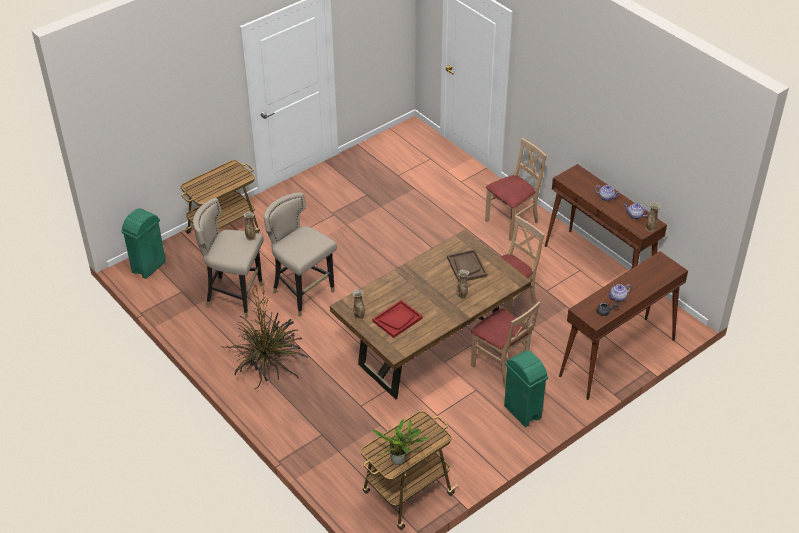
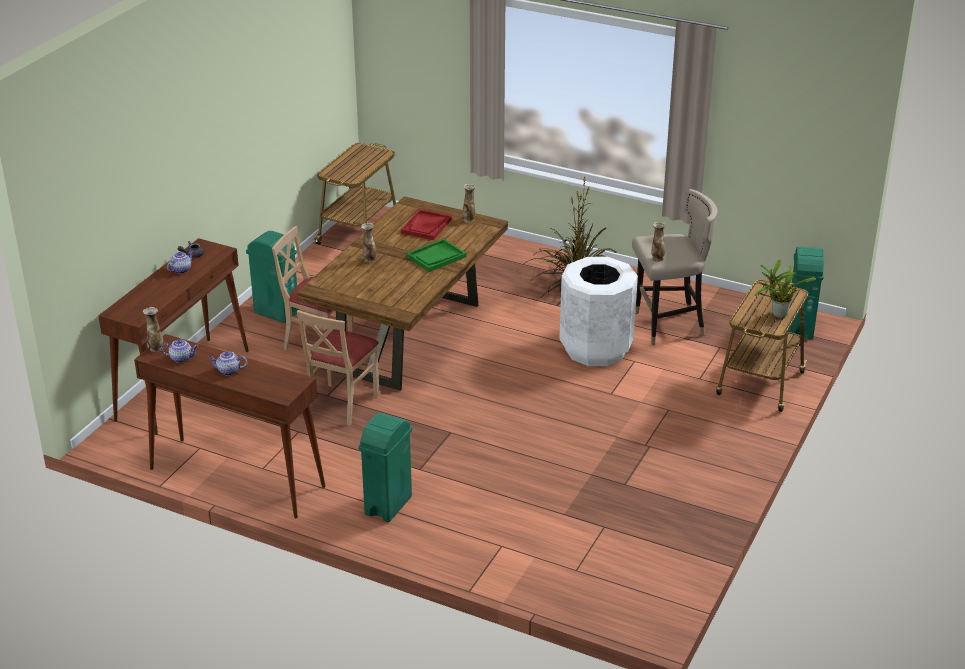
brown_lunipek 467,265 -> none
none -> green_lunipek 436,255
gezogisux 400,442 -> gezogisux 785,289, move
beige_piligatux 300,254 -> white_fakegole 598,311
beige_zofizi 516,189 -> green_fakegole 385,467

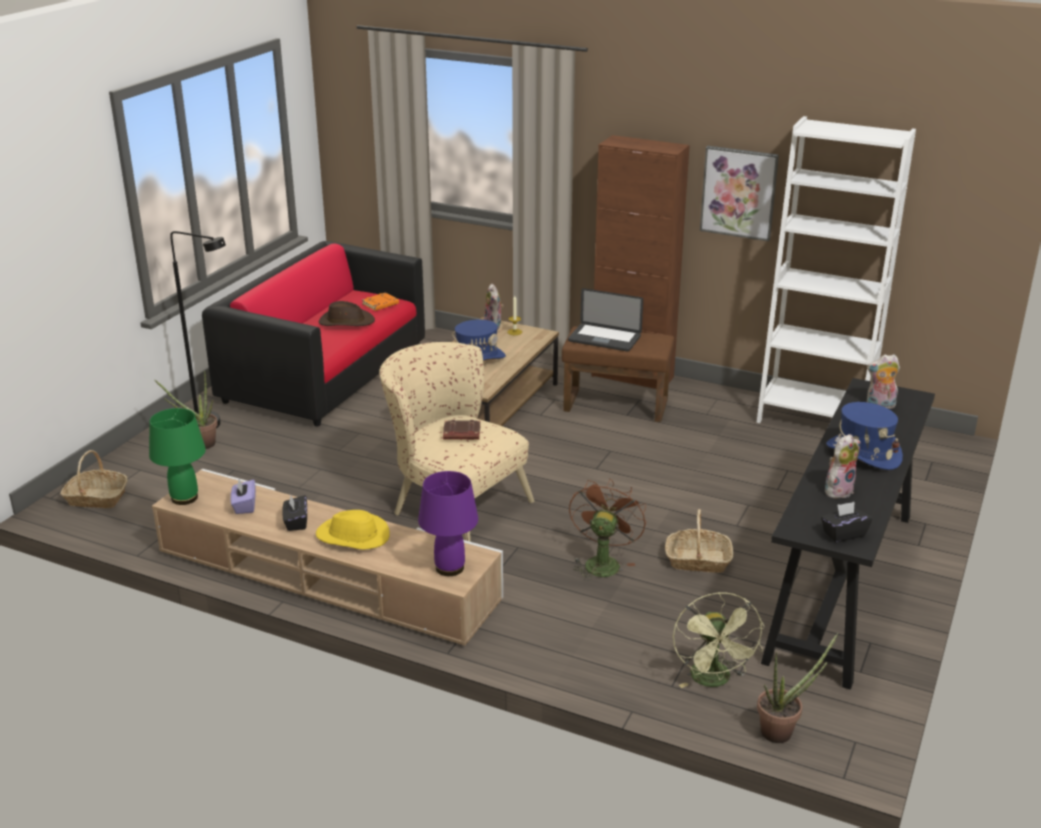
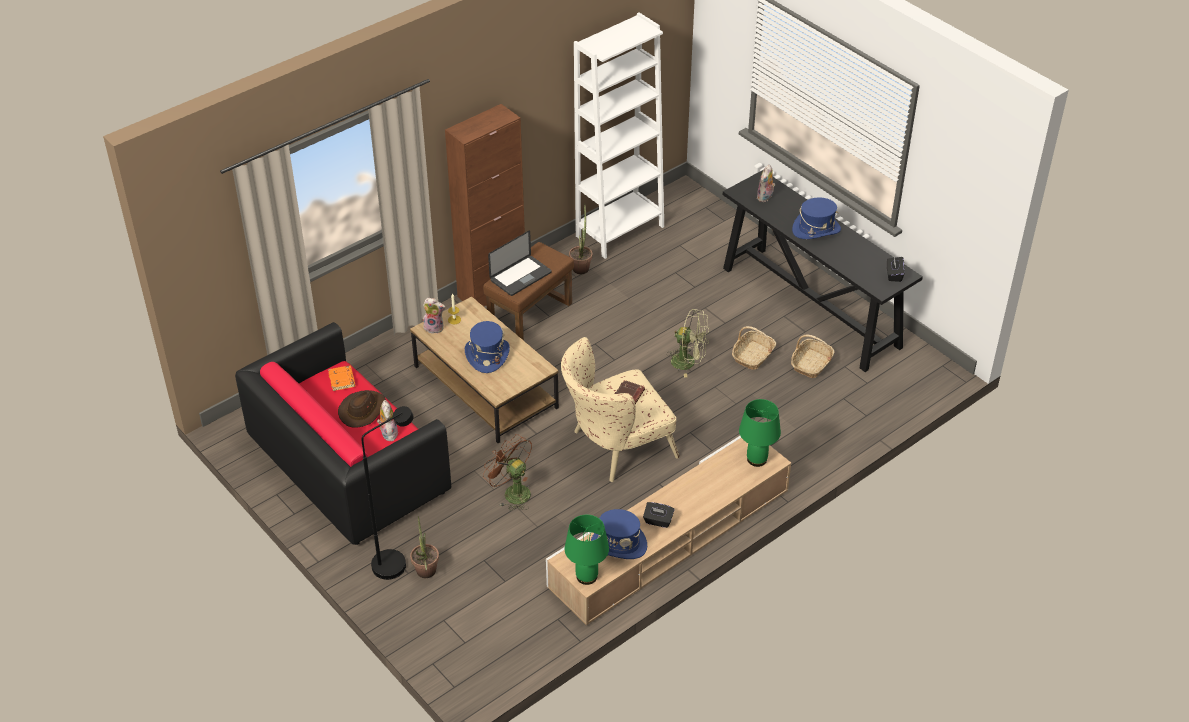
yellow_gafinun 353,530 -> none
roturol 739,194 -> none
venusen 93,479 -> venusen 813,356, move
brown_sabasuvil 607,529 -> brown_sabasuvil 507,472, move
green_sabasuvil 718,640 -> green_sabasuvil 687,343, move
gezogisux 797,688 -> gezogisux 581,238, move
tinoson 843,466 -> tinoson 387,420, move
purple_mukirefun 243,496 -> blue_gafinun 619,534
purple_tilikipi 448,523 -> green_tilikipi 760,433

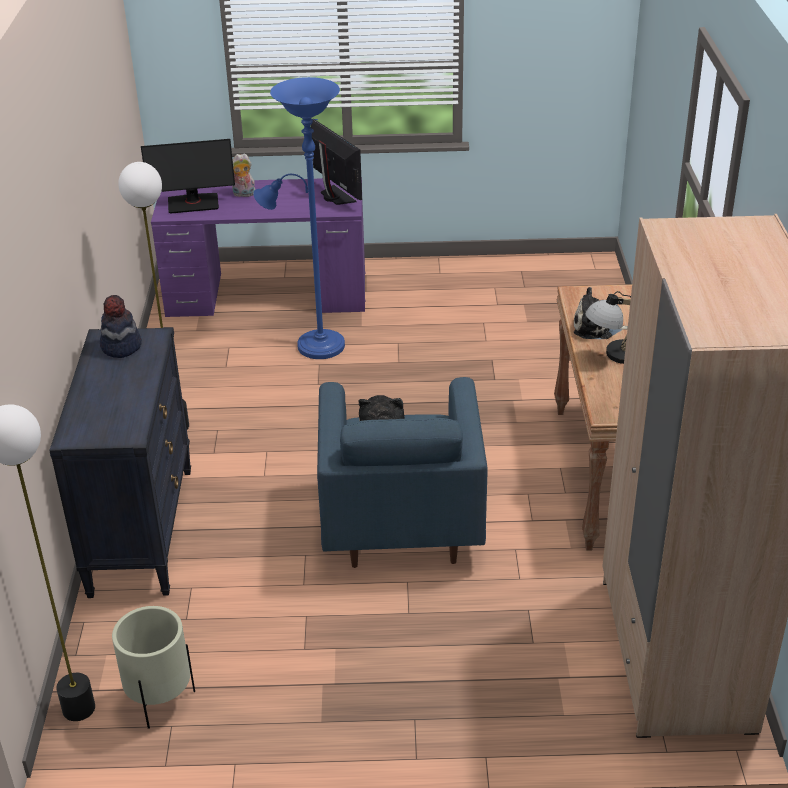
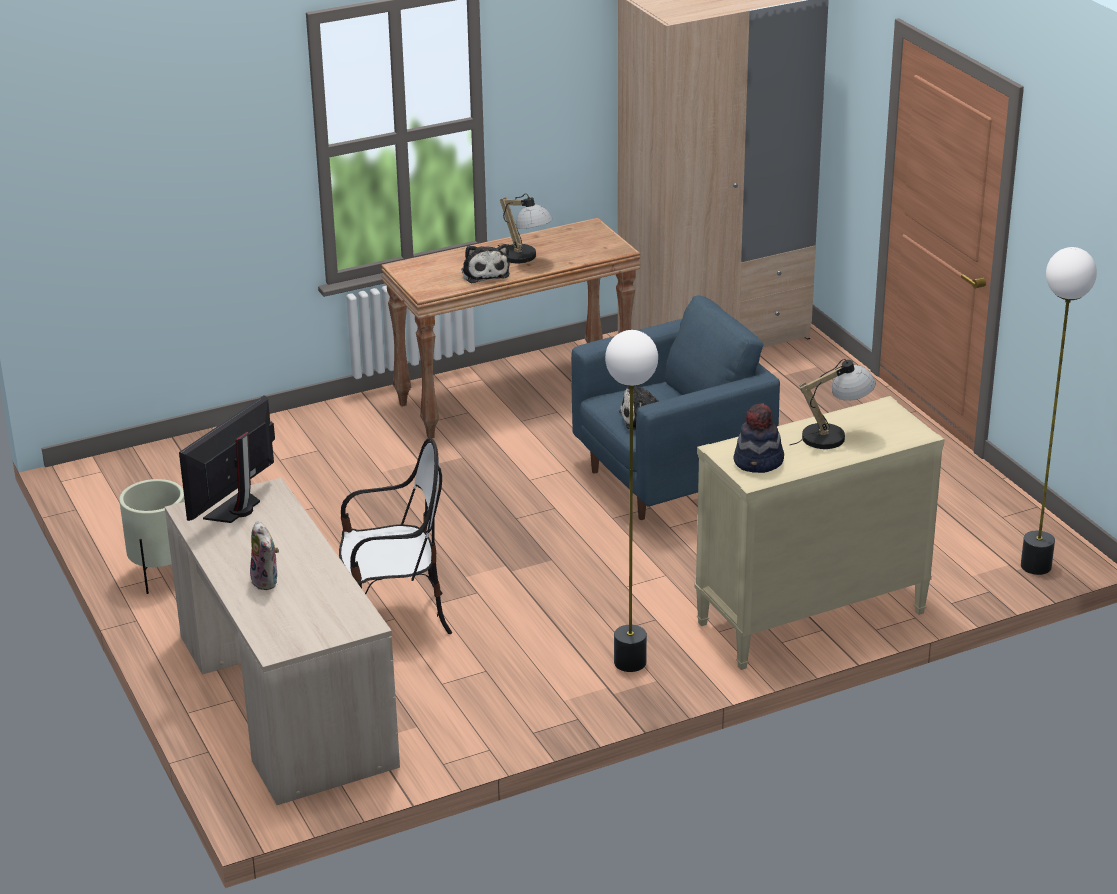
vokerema 188,176 -> none
none -> tilikipi 832,404
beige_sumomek 153,667 -> beige_sumomek 152,536, move
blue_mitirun 299,218 -> zofizi 395,536
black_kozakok 120,462 -> beige_kozakok 819,533
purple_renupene 258,247 -> beige_renupene 282,641

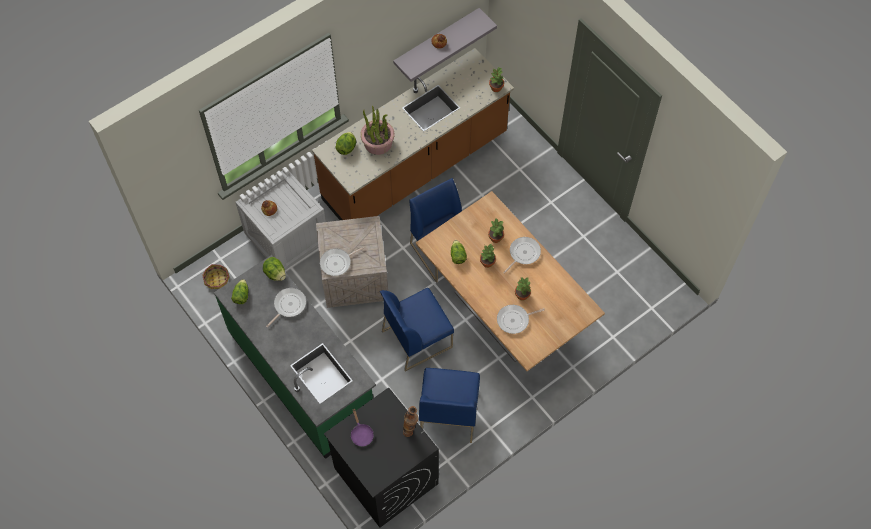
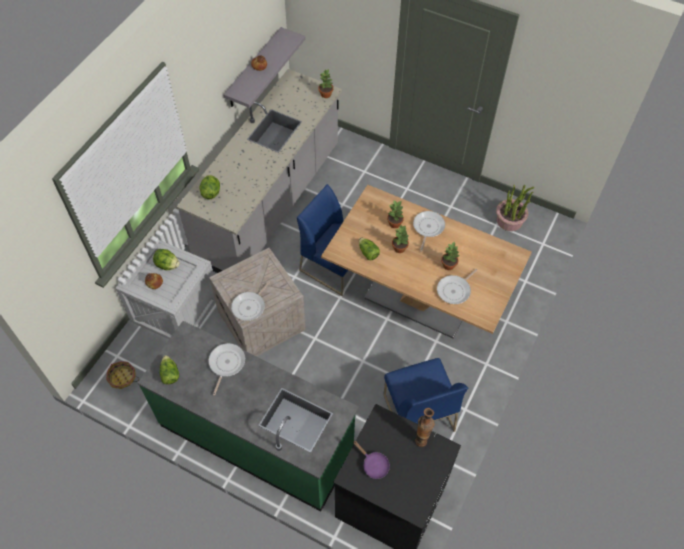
blue_zofizi 417,330 -> none
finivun 274,269 -> finivun 166,259, move
gezogisux 377,130 -> gezogisux 515,207, move
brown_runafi 413,134 -> grey_runafi 259,171

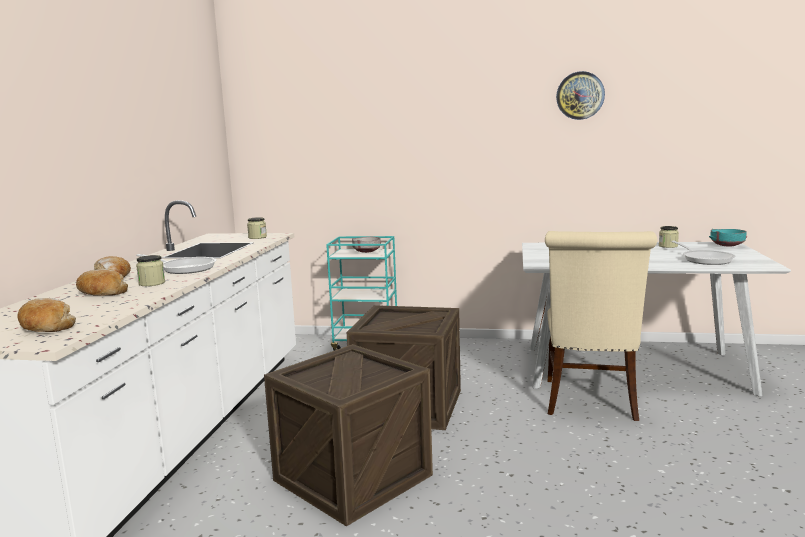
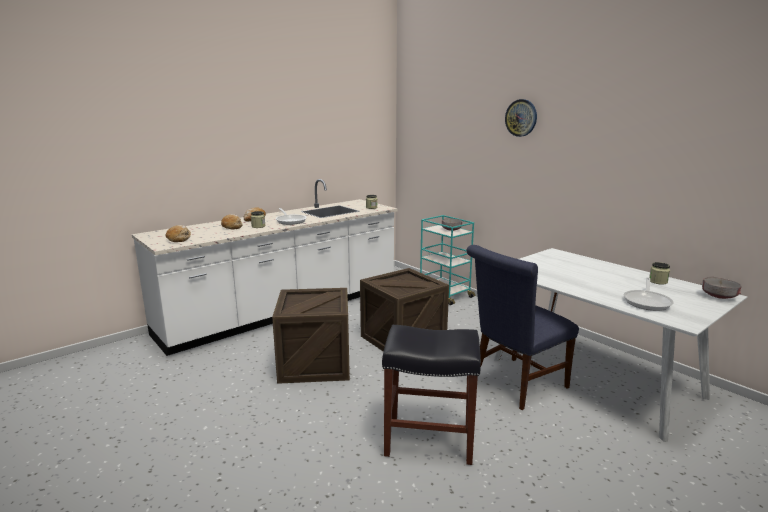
none -> black_piligatux 431,395
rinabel 580,95 -> rinabel 521,118, move
beige_zofizi 601,326 -> blue_zofizi 523,327
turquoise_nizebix 728,237 -> grey_nizebix 721,287

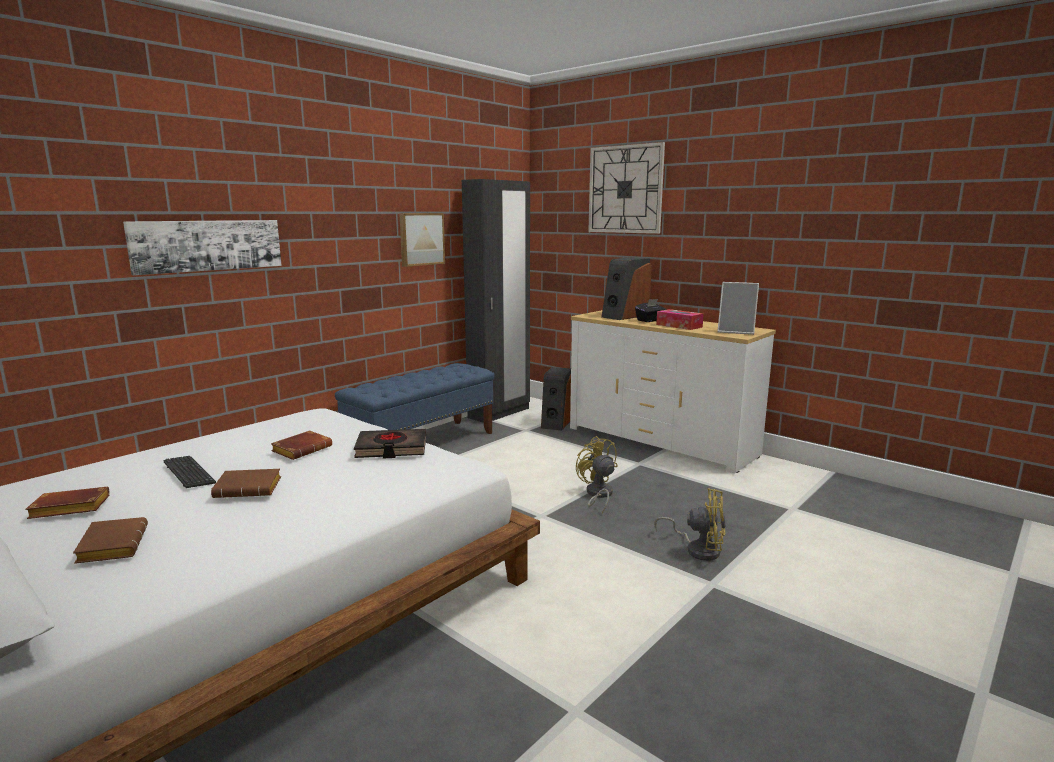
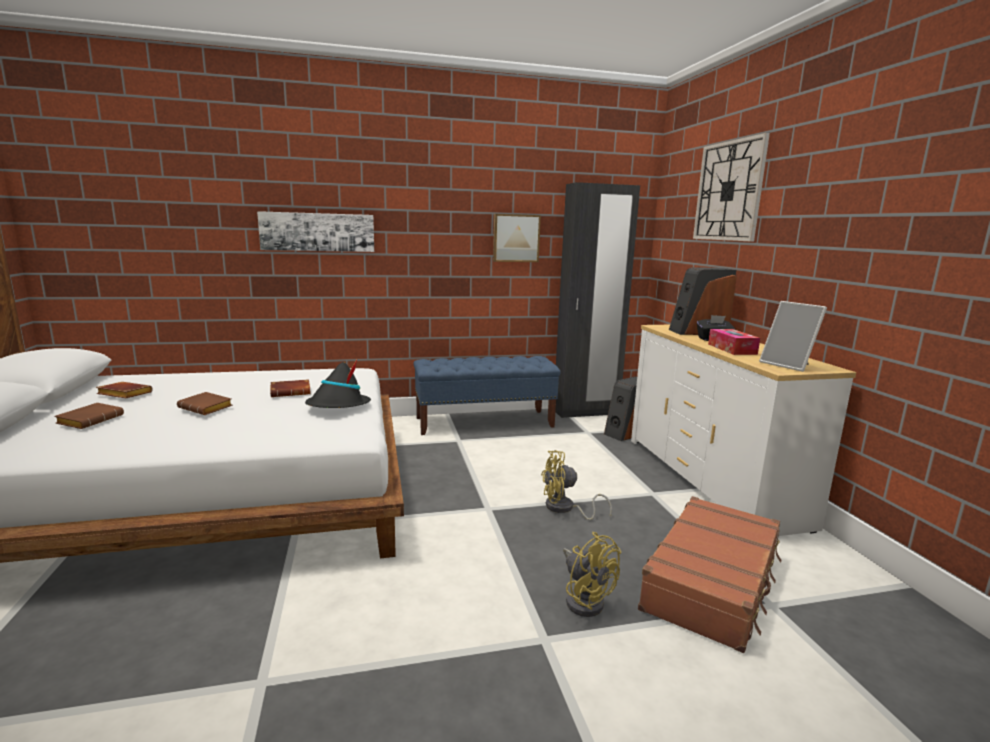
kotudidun 189,472 -> none
none -> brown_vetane 709,574
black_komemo 390,443 -> black_gafinun 338,384
yellow_sabasuvil 597,475 -> yellow_sabasuvil 576,485, 105 degrees counterclockwise

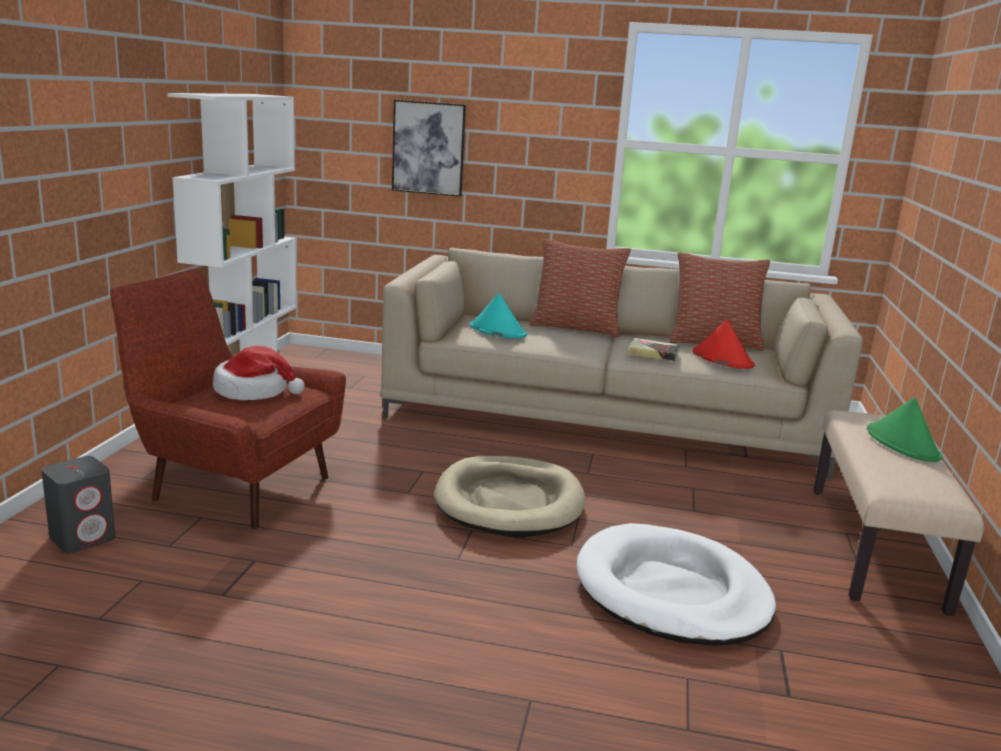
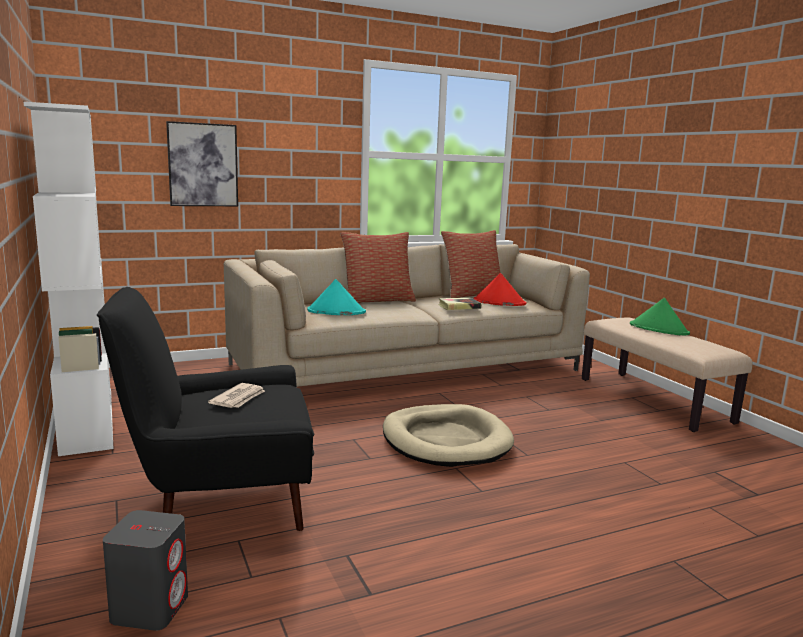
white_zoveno 676,584 -> none
gafinun 259,373 -> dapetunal 236,395
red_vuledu 228,399 -> black_vuledu 205,409

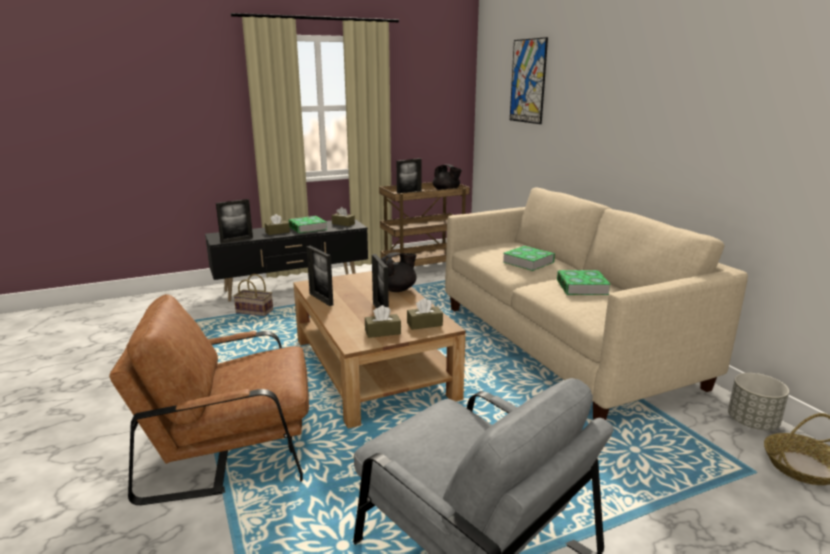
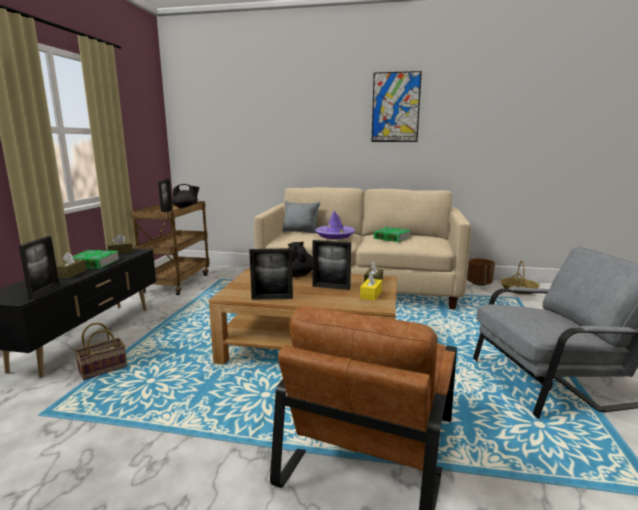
none -> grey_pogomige 301,217
roturol 529,80 -> roturol 397,106, move
komemo 529,258 -> purple_gafinun 335,225
brown_mukirefun 383,321 -> yellow_mukirefun 371,286
grey_sumomek 758,401 -> brown_sumomek 481,272

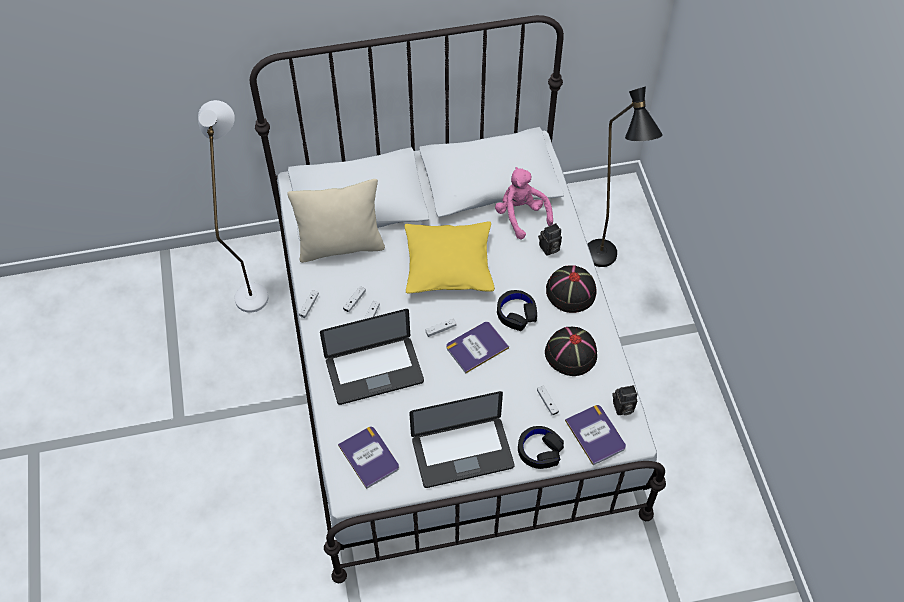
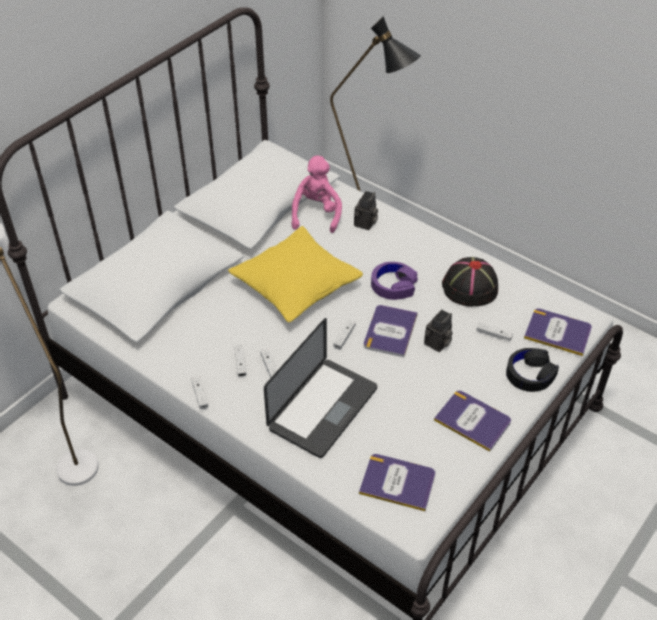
beige_pogomige 336,221 -> none
black_gafinun 571,289 -> none
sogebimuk 625,400 -> sogebimuk 438,330, move
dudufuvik 462,439 -> komemo 472,421
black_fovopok 517,310 -> purple_fovopok 394,281
pink_tinoson 524,203 -> pink_tinoson 317,194, 75 degrees clockwise

